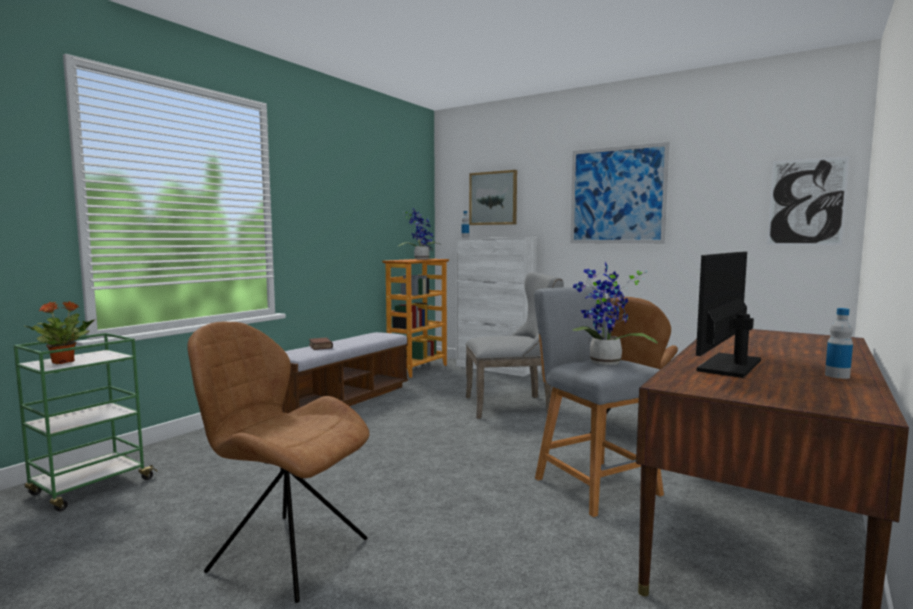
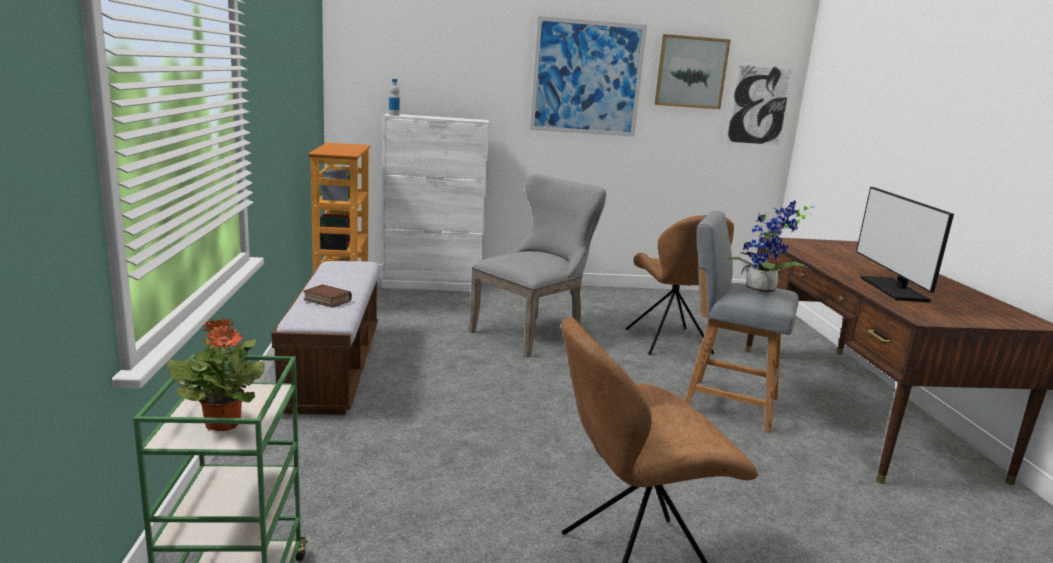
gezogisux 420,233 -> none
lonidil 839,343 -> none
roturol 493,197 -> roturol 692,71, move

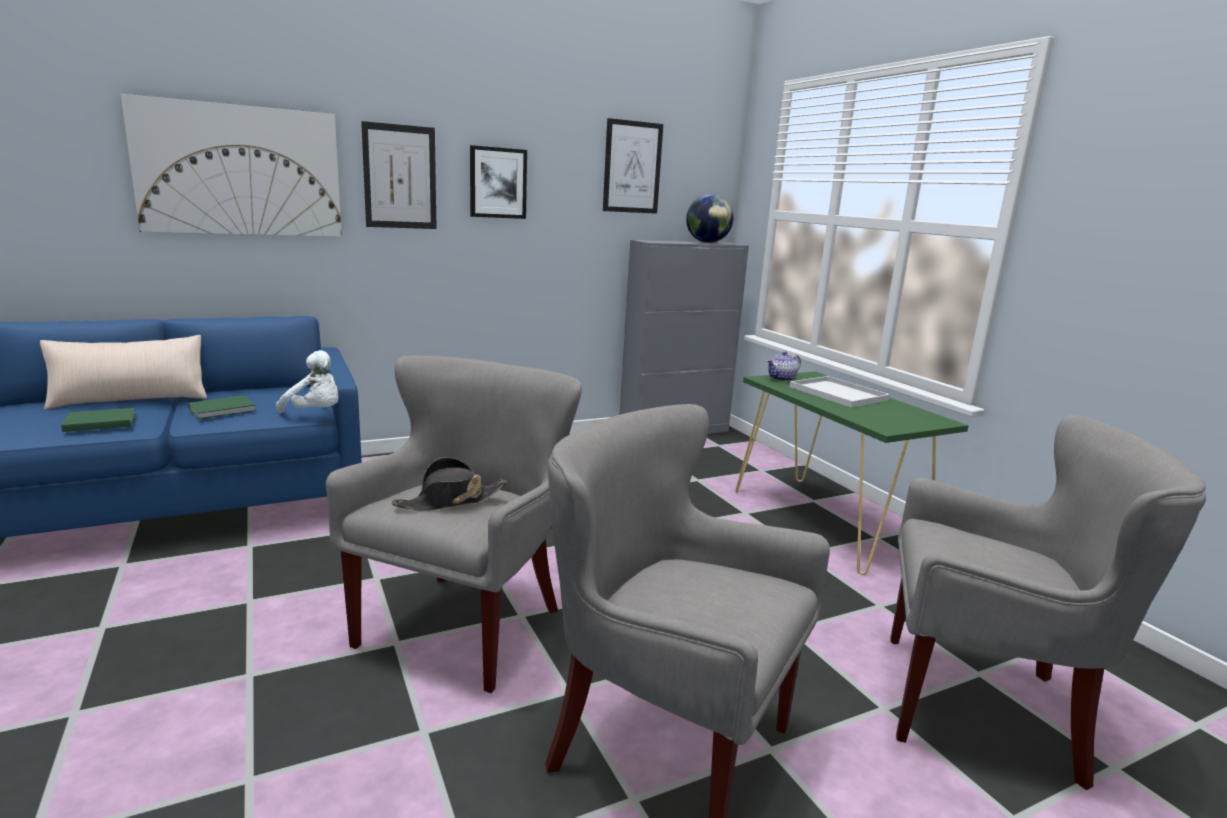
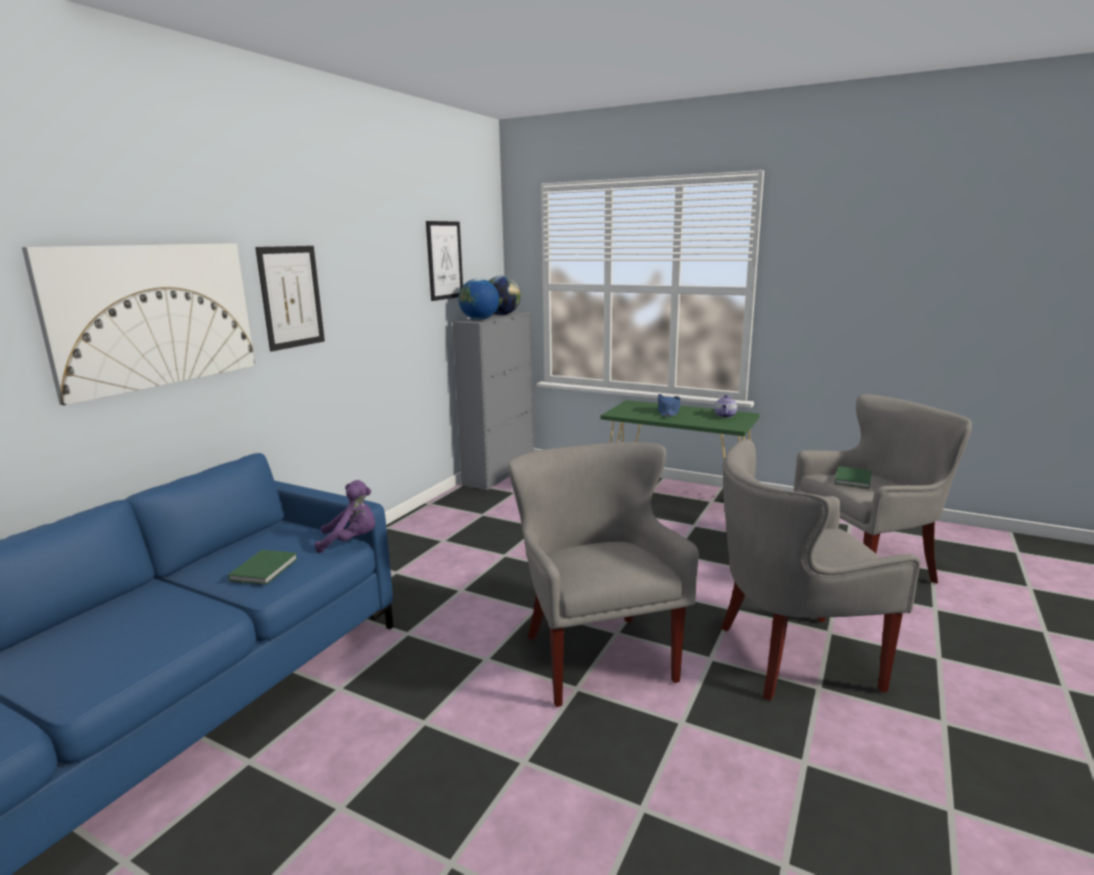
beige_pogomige 123,372 -> none
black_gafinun 449,484 -> none
roturol 498,182 -> none
none -> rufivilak 478,299
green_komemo 98,420 -> green_komemo 853,477, move
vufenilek 784,366 -> vufenilek 725,406, move
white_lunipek 839,391 -> blue_gafinun 669,405
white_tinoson 307,381 -> purple_tinoson 345,516

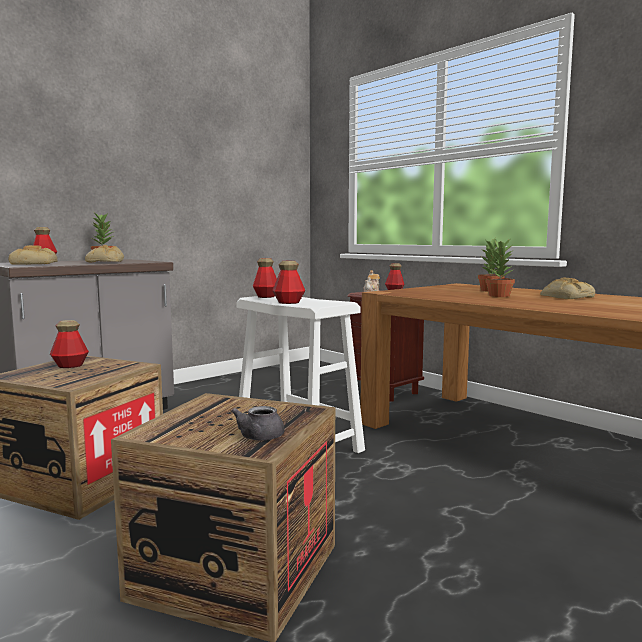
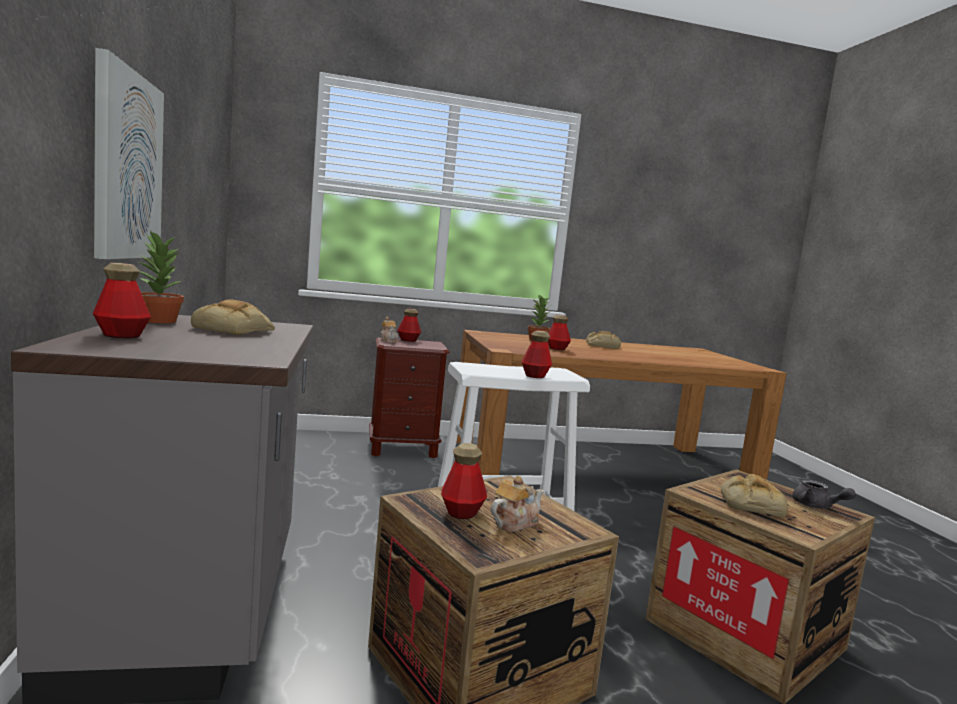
gezogisux 500,268 -> none
none -> roturol 129,153
none -> vufenilek 517,504
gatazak 32,255 -> gatazak 754,496, move
lonidil 265,278 -> lonidil 559,332, move

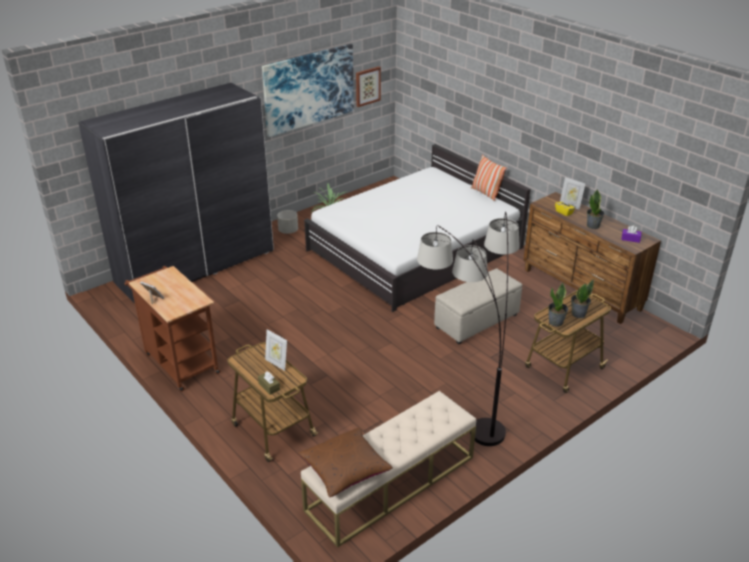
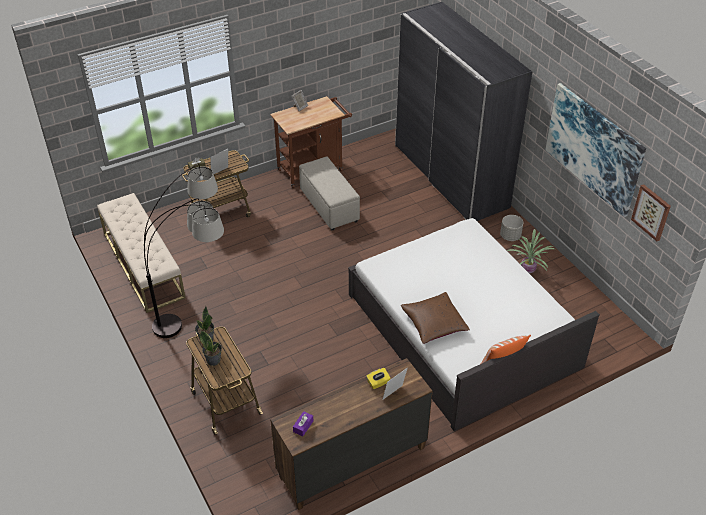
gezogisux 596,209 -> none
brown_pogomige 345,462 -> brown_pogomige 435,318, move
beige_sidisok 478,306 -> beige_sidisok 329,193, move

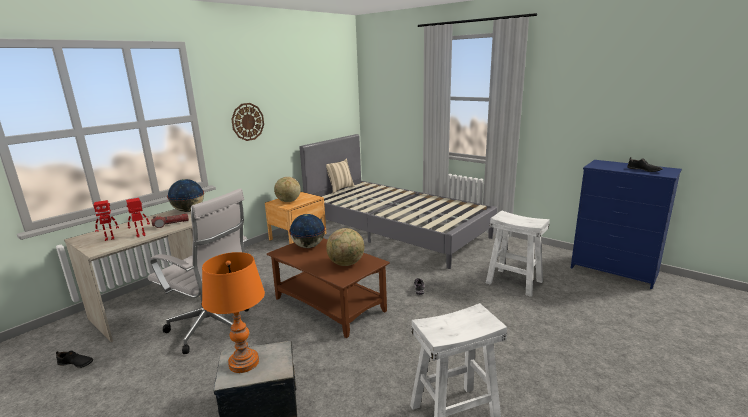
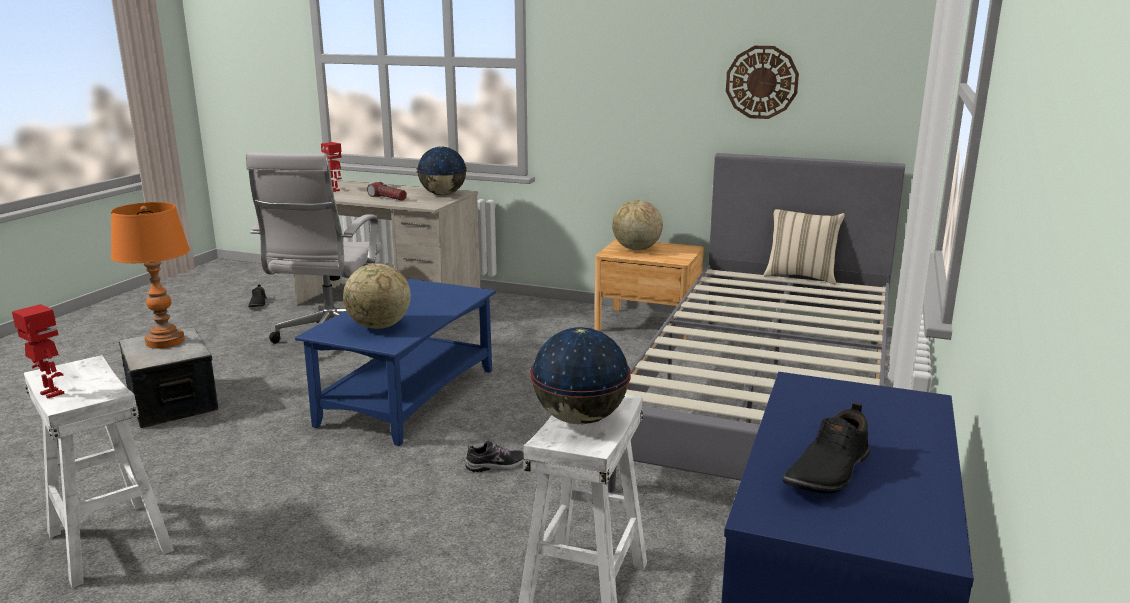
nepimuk 138,217 -> nepimuk 38,351, move
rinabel 247,122 -> rinabel 762,82, move
rufivilak 307,231 -> rufivilak 580,375, move
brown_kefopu 328,288 -> blue_kefopu 395,362

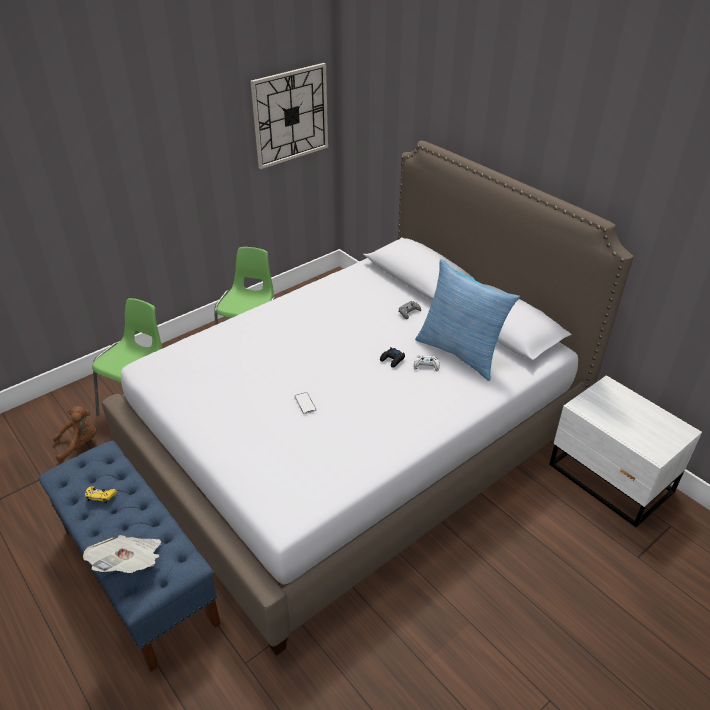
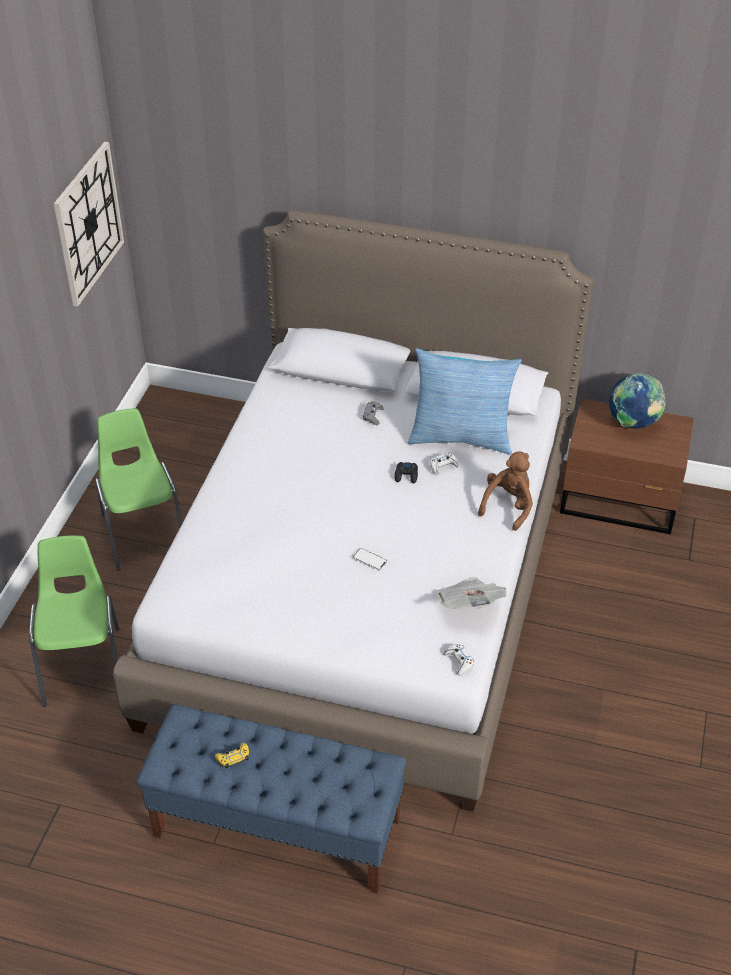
none -> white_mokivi 458,659
none -> rufivilak 637,401
brown_tinoson 74,434 -> brown_tinoson 505,491, move
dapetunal 122,554 -> dapetunal 472,593, move
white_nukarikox 625,451 -> brown_nukarikox 627,466

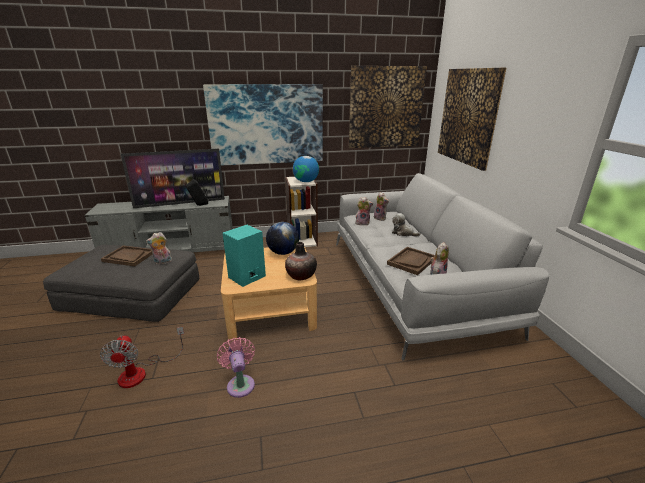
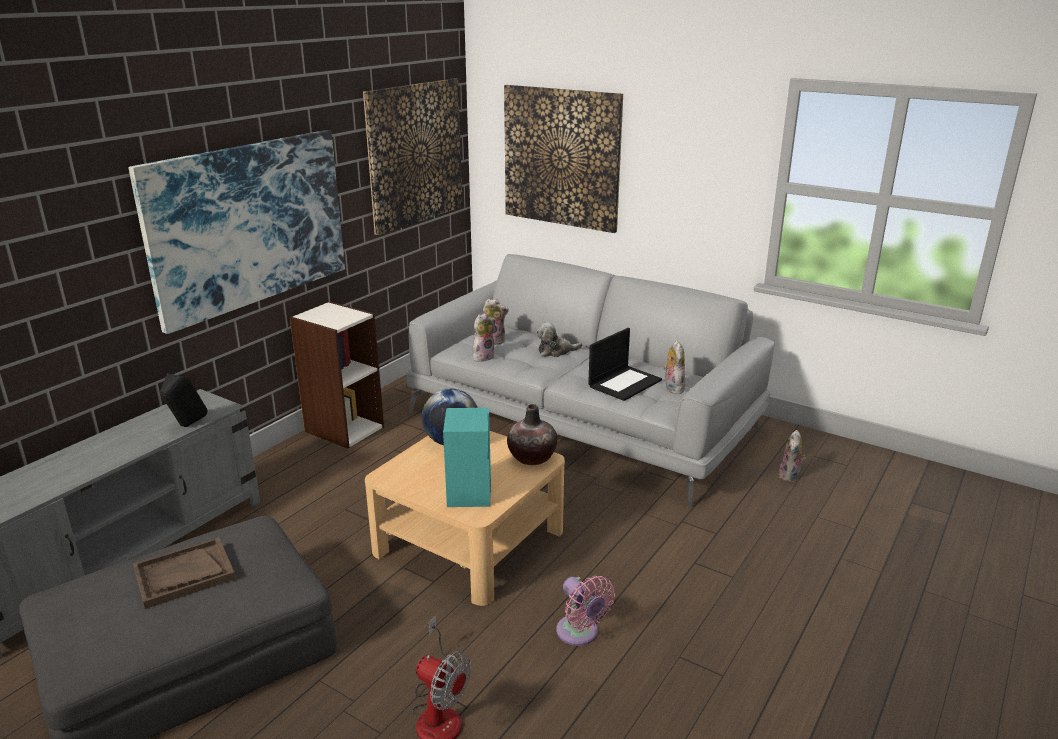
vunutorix 173,178 -> none
rufivilak 306,169 -> none
tinoson 159,248 -> tinoson 792,456, move
brown_lunipek 411,261 -> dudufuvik 625,364
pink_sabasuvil 236,367 -> pink_sabasuvil 585,611, 150 degrees counterclockwise

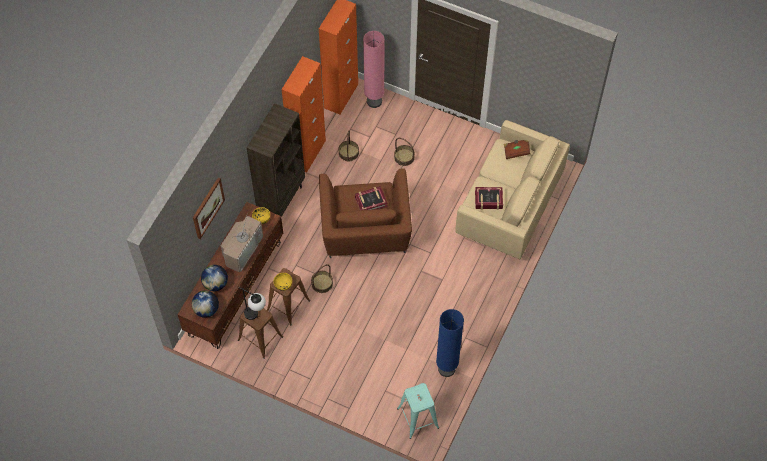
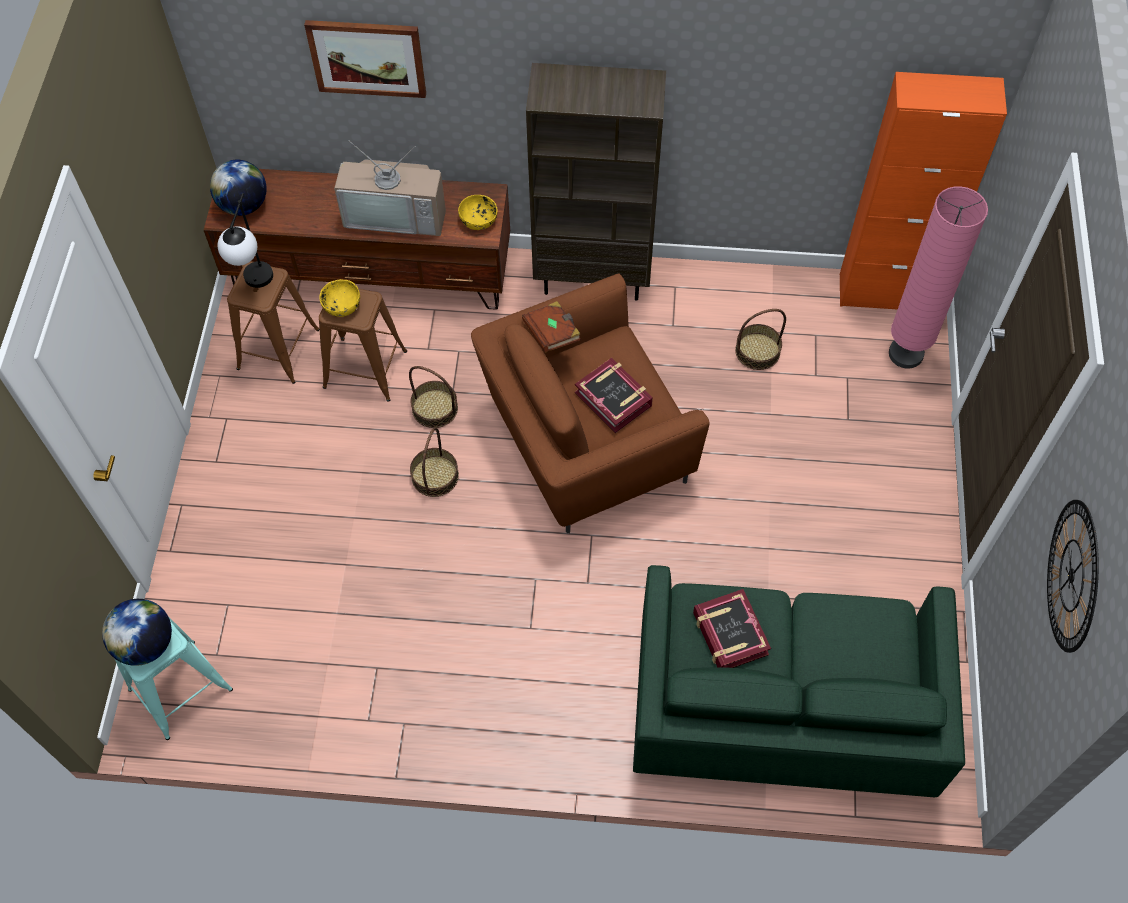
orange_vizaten 304,114 -> none
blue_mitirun 450,343 -> none
none -> rinabel 1073,576
rufivilak 214,278 -> rufivilak 137,632, move
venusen 404,152 -> venusen 434,462, move
brown_komemo 517,149 -> brown_komemo 551,327, move
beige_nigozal 512,189 -> green_nigozal 799,681

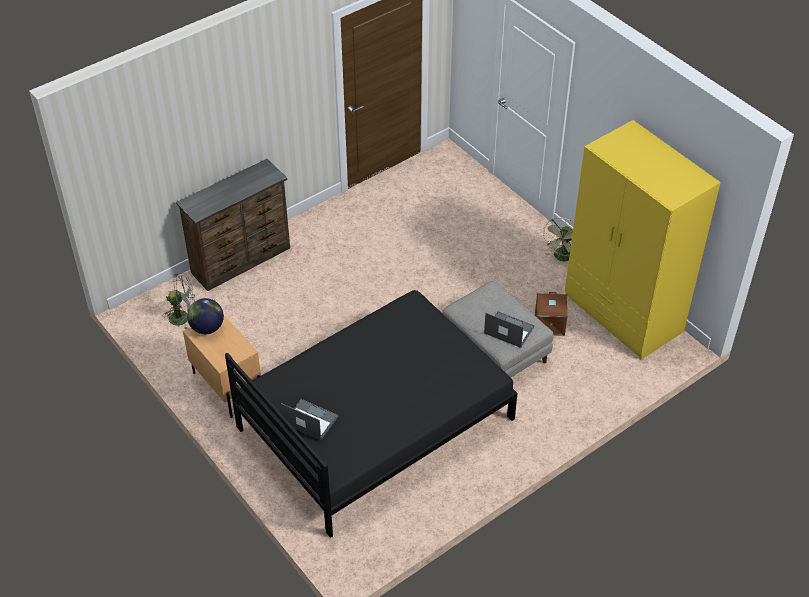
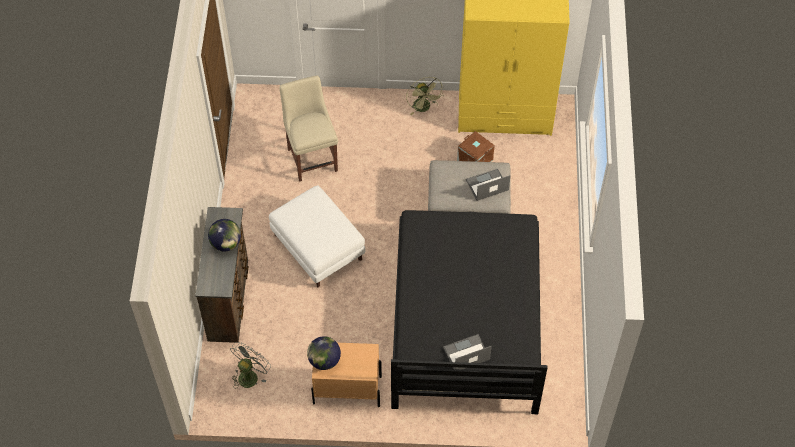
none -> rufivilak 224,235
none -> white_sidisok 317,236
none -> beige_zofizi 308,128

